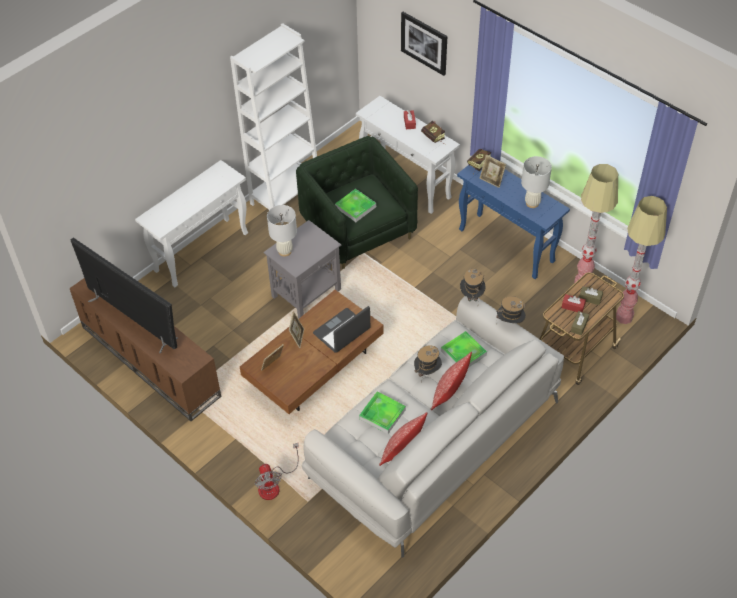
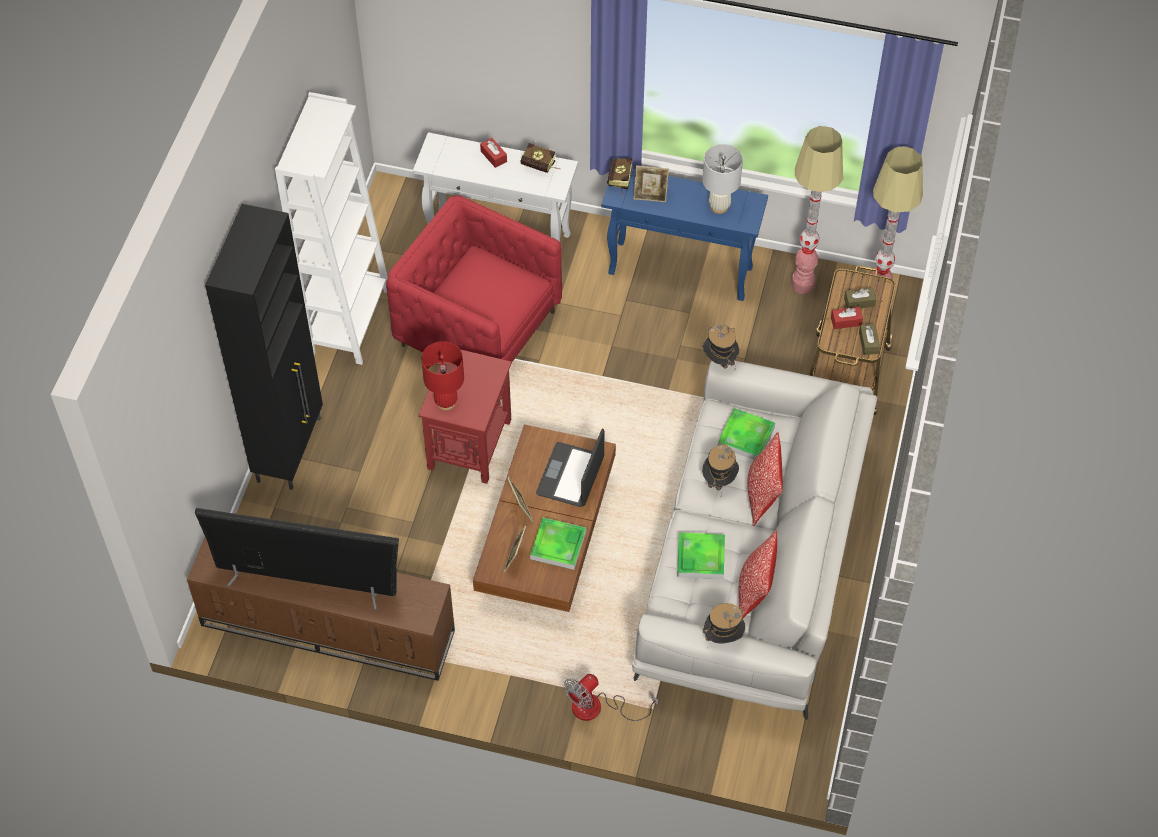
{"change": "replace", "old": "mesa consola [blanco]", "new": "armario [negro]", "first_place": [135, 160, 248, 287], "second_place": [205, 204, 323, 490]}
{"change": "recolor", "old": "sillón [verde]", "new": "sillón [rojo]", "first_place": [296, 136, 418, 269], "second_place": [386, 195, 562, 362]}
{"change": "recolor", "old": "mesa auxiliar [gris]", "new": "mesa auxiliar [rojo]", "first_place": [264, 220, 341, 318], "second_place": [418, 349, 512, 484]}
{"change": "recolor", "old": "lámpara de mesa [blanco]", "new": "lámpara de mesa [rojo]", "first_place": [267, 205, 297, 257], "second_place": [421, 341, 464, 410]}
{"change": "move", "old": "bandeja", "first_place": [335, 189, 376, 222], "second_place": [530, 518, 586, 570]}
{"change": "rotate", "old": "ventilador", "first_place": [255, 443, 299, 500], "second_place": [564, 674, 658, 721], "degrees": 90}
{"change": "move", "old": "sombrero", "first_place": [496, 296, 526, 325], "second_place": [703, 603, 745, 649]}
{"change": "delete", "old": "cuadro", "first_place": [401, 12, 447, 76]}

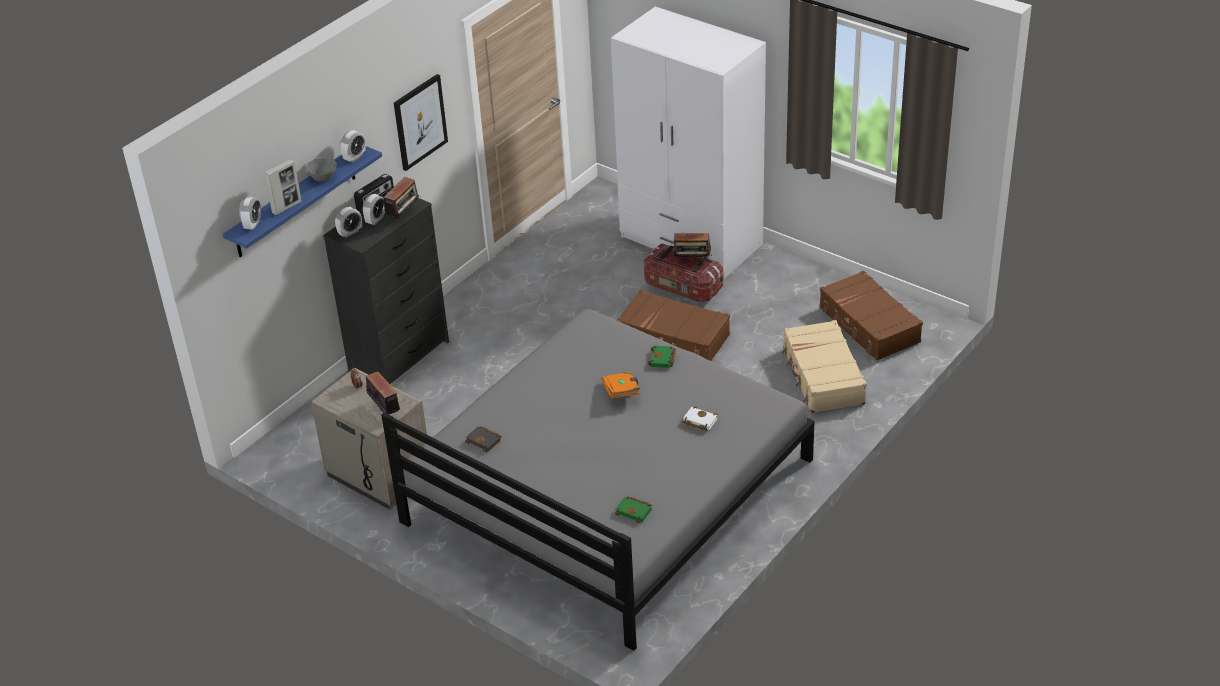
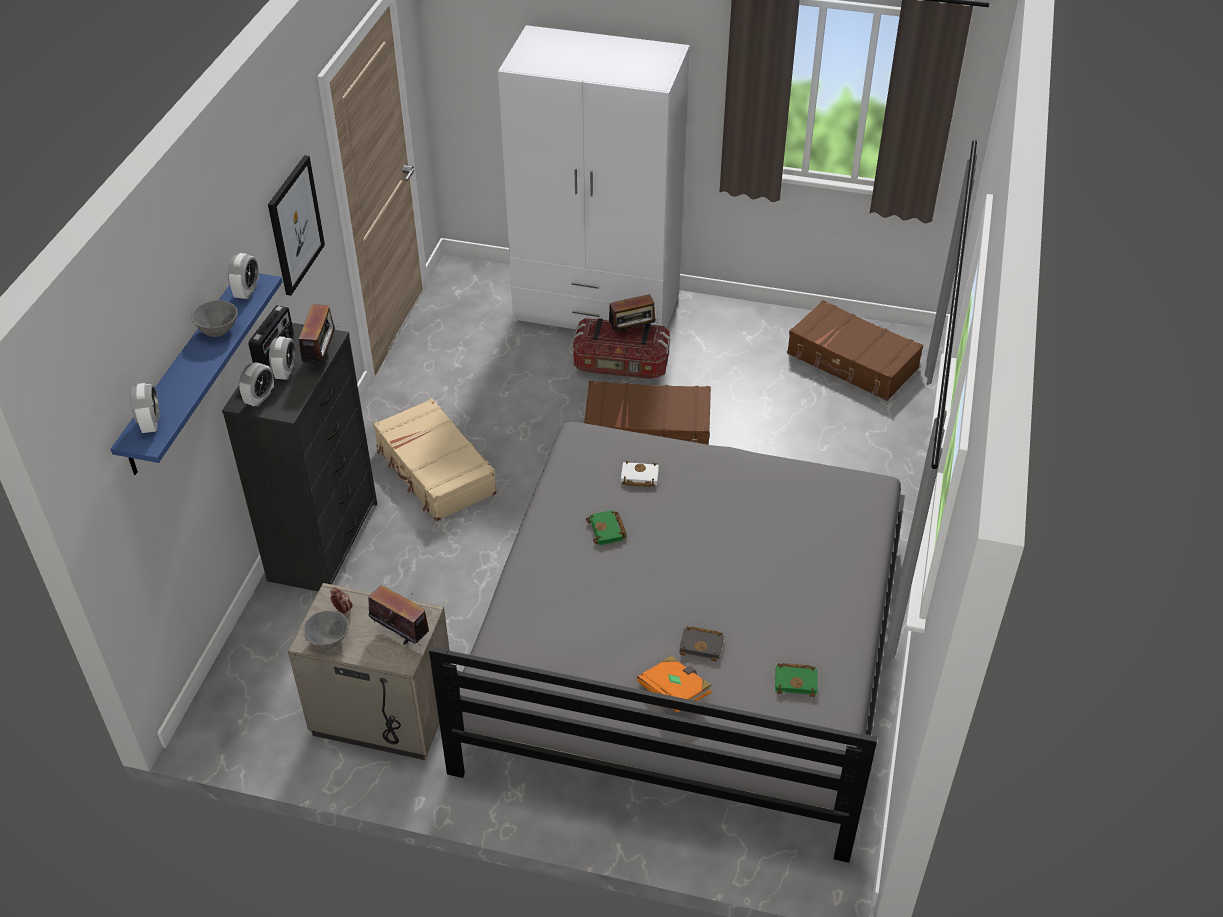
{"change": "insert", "new": "cuenco [gris]", "second_place": [303, 611, 349, 650]}
{"change": "move", "old": "maleta [beis]", "first_place": [781, 320, 867, 413], "second_place": [373, 398, 497, 521]}
{"change": "move", "old": "libro [verde]", "first_place": [648, 346, 676, 368], "second_place": [586, 510, 627, 545]}
{"change": "move", "old": "libro [blanco]", "first_place": [683, 406, 718, 431], "second_place": [621, 461, 659, 487]}
{"change": "move", "old": "libro [naranja]", "first_place": [601, 371, 640, 399], "second_place": [637, 656, 712, 713]}
{"change": "move", "old": "libro [negro]", "first_place": [465, 426, 501, 452], "second_place": [679, 626, 724, 662]}
{"change": "delete", "old": "portarretratos", "first_place": [264, 159, 302, 215]}

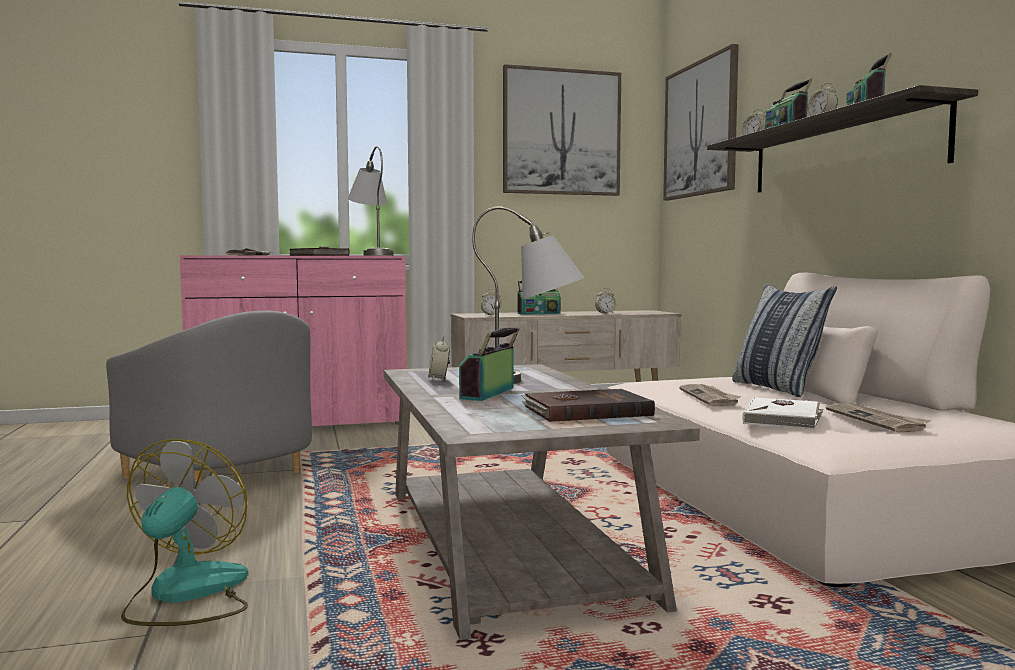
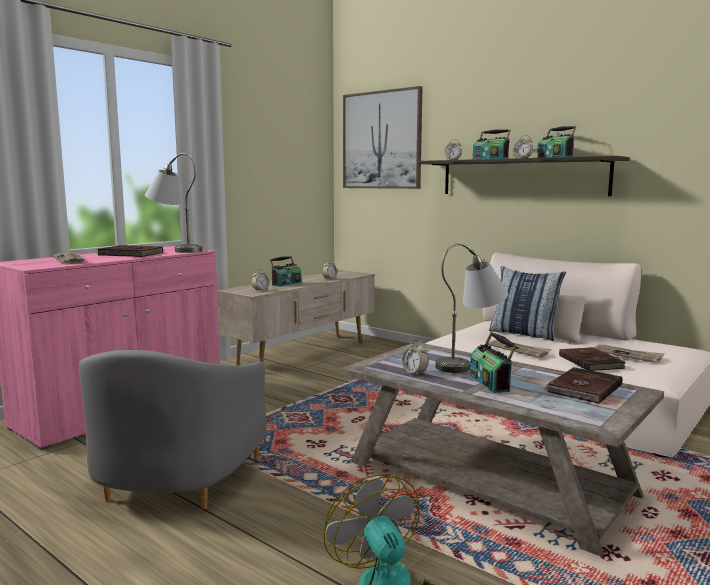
{"change": "rotate", "old": "sillón [gris]", "first_place": [106, 311, 312, 482], "second_place": [79, 350, 266, 509], "degrees": 90}
{"change": "recolor", "old": "libro [blanco]", "new": "libro [marrón]", "first_place": [742, 397, 824, 429], "second_place": [559, 347, 625, 371]}
{"change": "delete", "old": "cuadro", "first_place": [503, 64, 621, 196]}

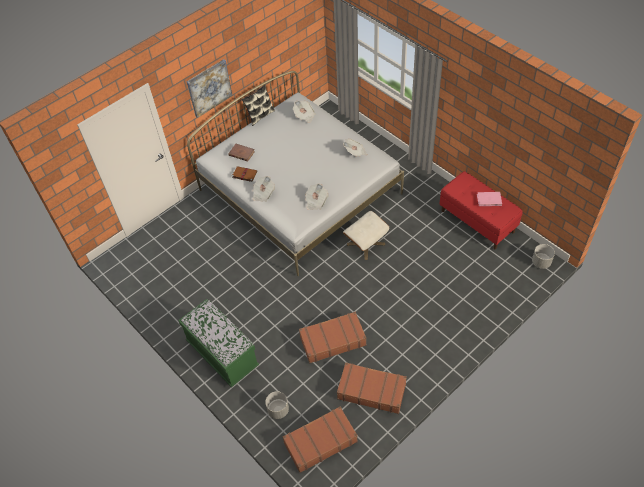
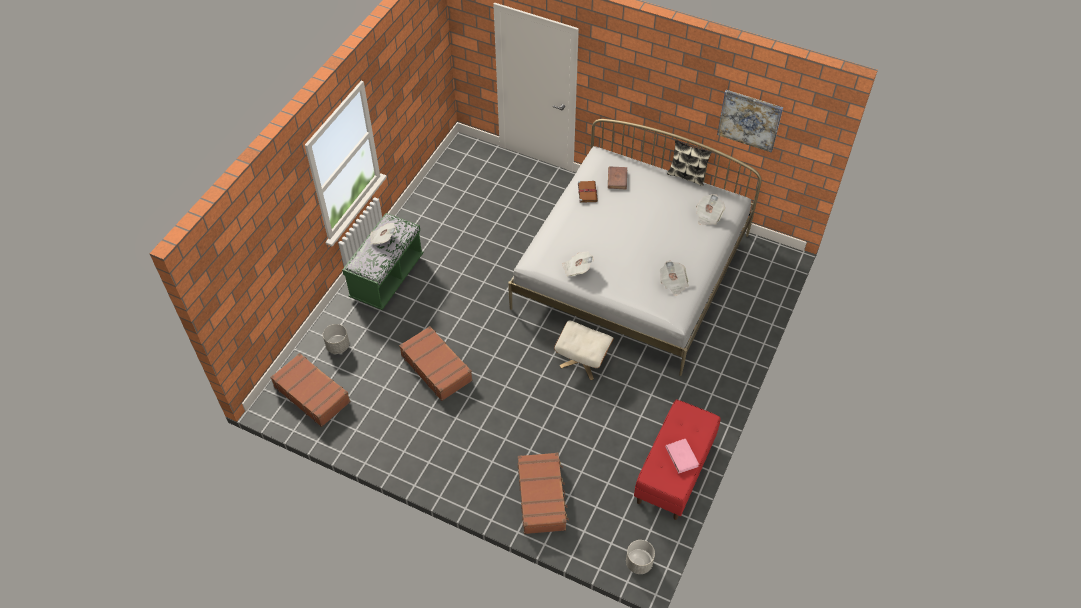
{"change": "move", "old": "periódico", "first_place": [253, 176, 275, 202], "second_place": [370, 223, 396, 245]}
{"change": "move", "old": "maleta [marrón]", "first_place": [337, 362, 407, 414], "second_place": [518, 453, 569, 534]}
{"change": "move", "old": "cuadro", "first_place": [187, 59, 233, 118], "second_place": [717, 90, 783, 153]}

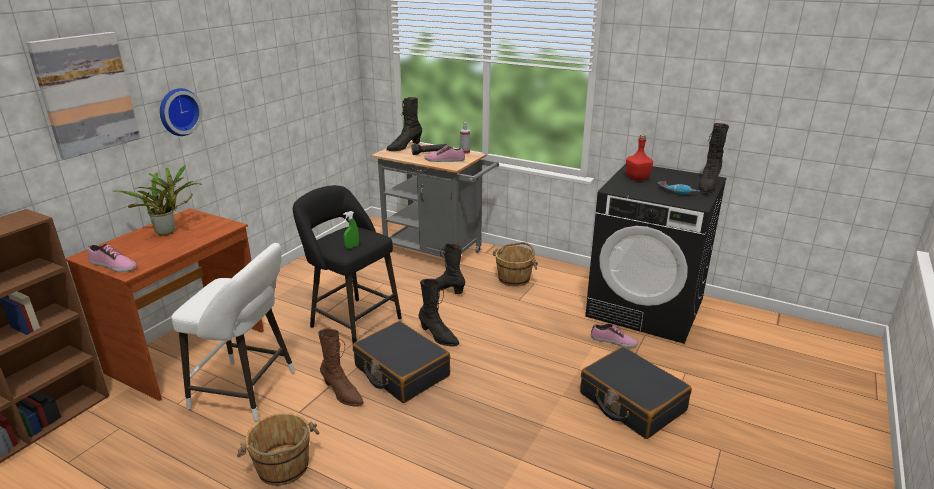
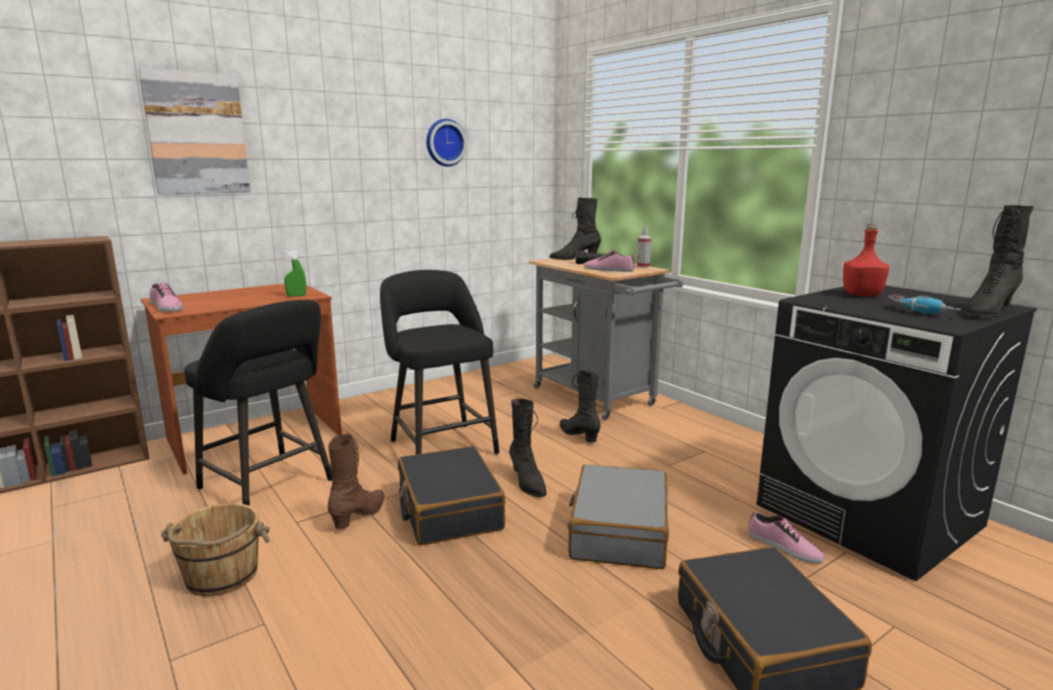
{"change": "recolor", "old": "taburete [blanco]", "new": "taburete [negro]", "first_place": [171, 243, 295, 421], "second_place": [184, 300, 332, 506]}
{"change": "move", "old": "pulverizador [verde]", "first_place": [343, 211, 359, 249], "second_place": [284, 250, 306, 296]}
{"change": "rotate", "old": "bota [marrón]", "first_place": [318, 328, 364, 407], "second_place": [328, 433, 385, 530], "degrees": -135}
{"change": "move", "old": "reloj de pared", "first_place": [160, 88, 203, 136], "second_place": [426, 119, 467, 167]}
{"change": "insert", "new": "maleta [gris]", "second_place": [568, 464, 669, 569]}
{"change": "delete", "old": "planta en maceta", "first_place": [117, 165, 202, 236]}
{"change": "delete", "old": "cubo [marrón]", "first_place": [493, 242, 538, 287]}

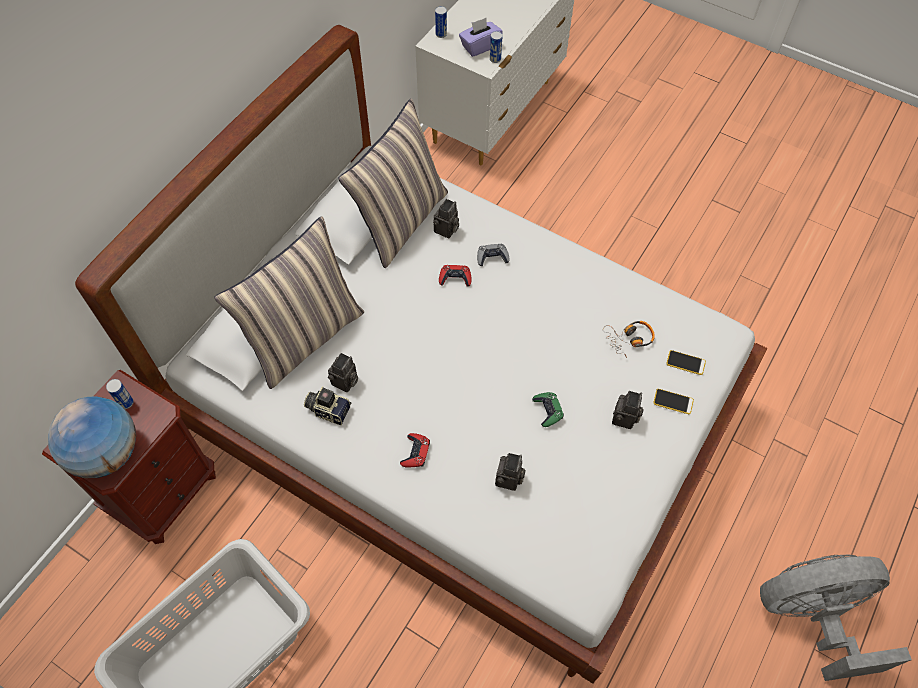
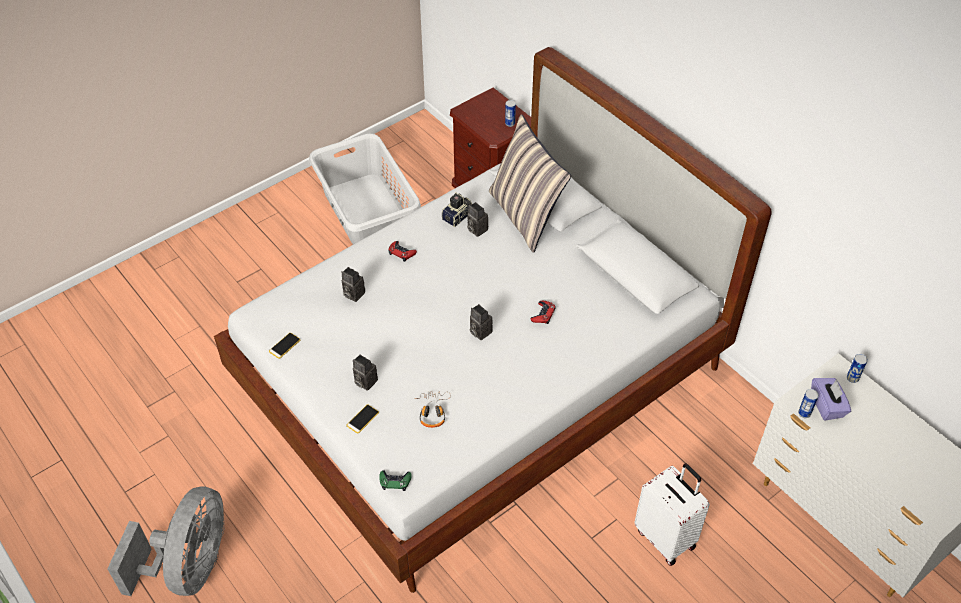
{"change": "move", "old": "móvil", "first_place": [666, 350, 706, 375], "second_place": [269, 333, 300, 359]}
{"change": "move", "old": "mando de consola [verde]", "first_place": [532, 392, 564, 427], "second_place": [379, 470, 412, 491]}
{"change": "move", "old": "cámara", "first_place": [433, 199, 459, 238], "second_place": [470, 304, 493, 340]}
{"change": "insert", "new": "maleta [blanco]", "second_place": [634, 464, 710, 566]}
{"change": "delete", "old": "globo terráqueo", "first_place": [48, 397, 136, 478]}
{"change": "delete", "old": "cojín", "first_place": [338, 99, 448, 268]}
{"change": "delete", "old": "mando de consola [gris]", "first_place": [477, 244, 510, 266]}

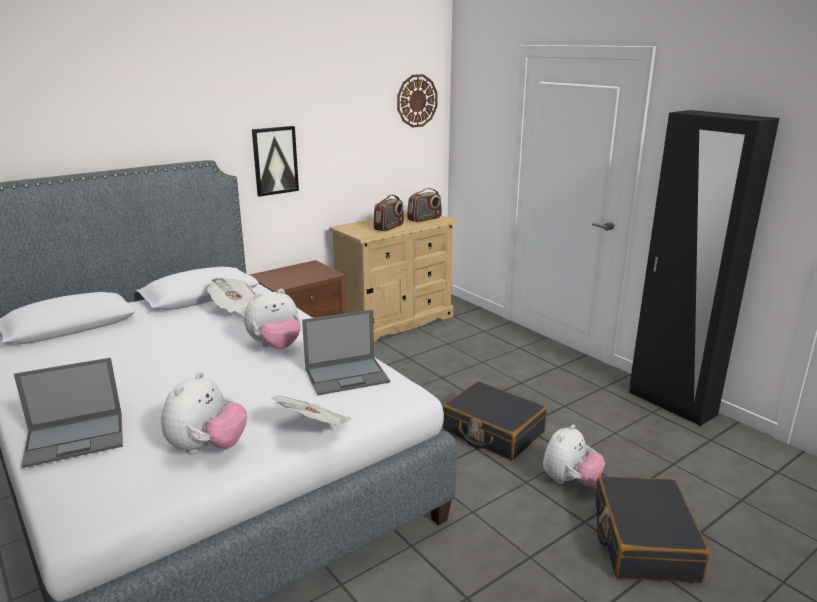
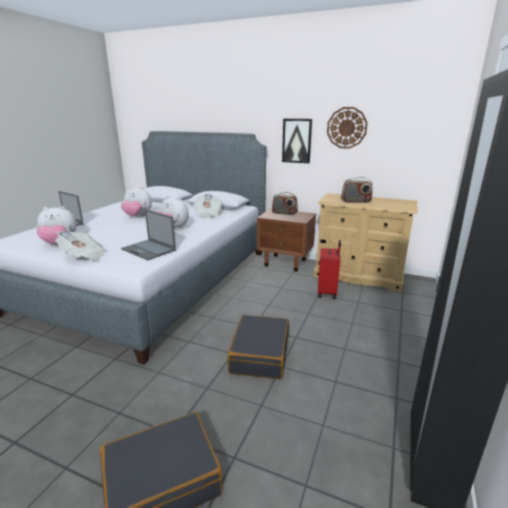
{"change": "move", "old": "peluche", "first_place": [543, 424, 605, 486], "second_place": [121, 186, 152, 216]}
{"change": "move", "old": "radio", "first_place": [407, 188, 442, 222], "second_place": [272, 192, 298, 215]}
{"change": "insert", "new": "maleta [rojo]", "second_place": [318, 240, 341, 299]}
{"change": "move", "old": "reloj de pared", "first_place": [397, 74, 438, 128], "second_place": [327, 107, 367, 149]}

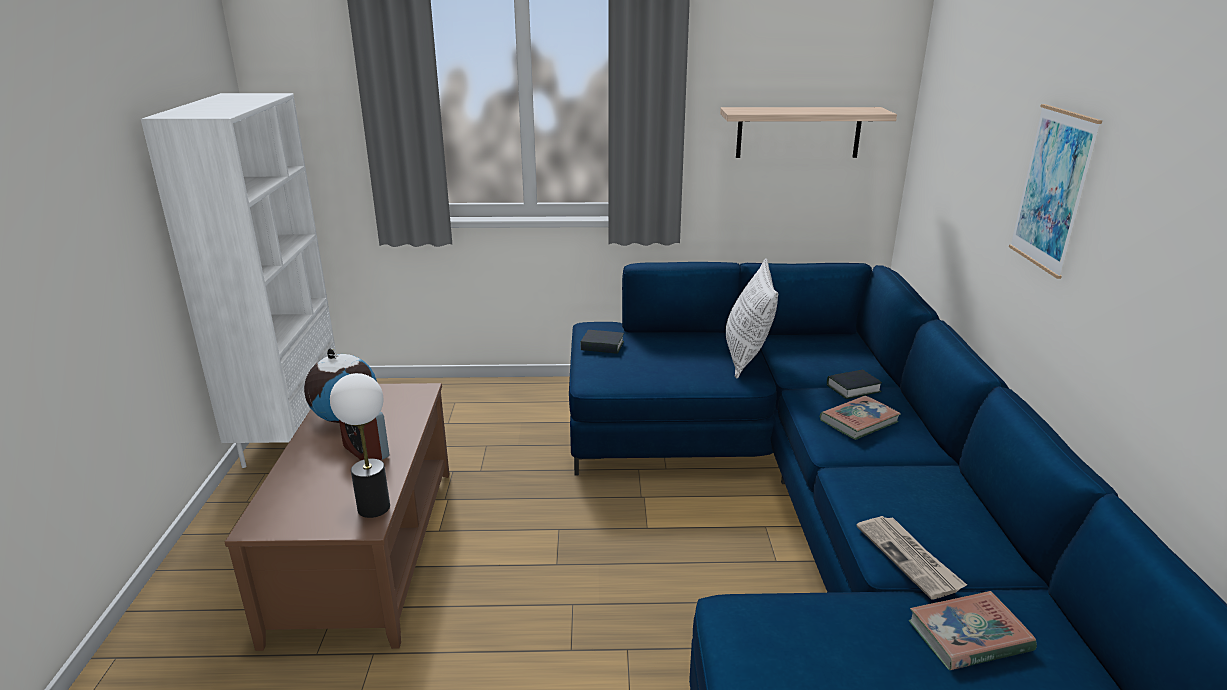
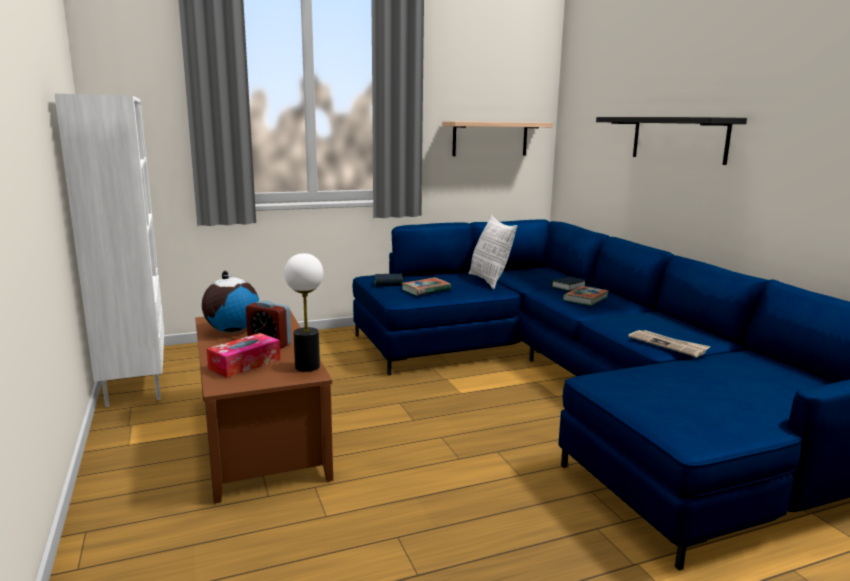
{"change": "insert", "new": "caja de pañuelos", "second_place": [206, 333, 281, 378]}
{"change": "move", "old": "libro", "first_place": [909, 591, 1037, 670], "second_place": [401, 277, 451, 296]}
{"change": "replace", "old": "cuadro", "new": "estante [negro]", "first_place": [1009, 104, 1102, 279], "second_place": [596, 117, 747, 165]}

